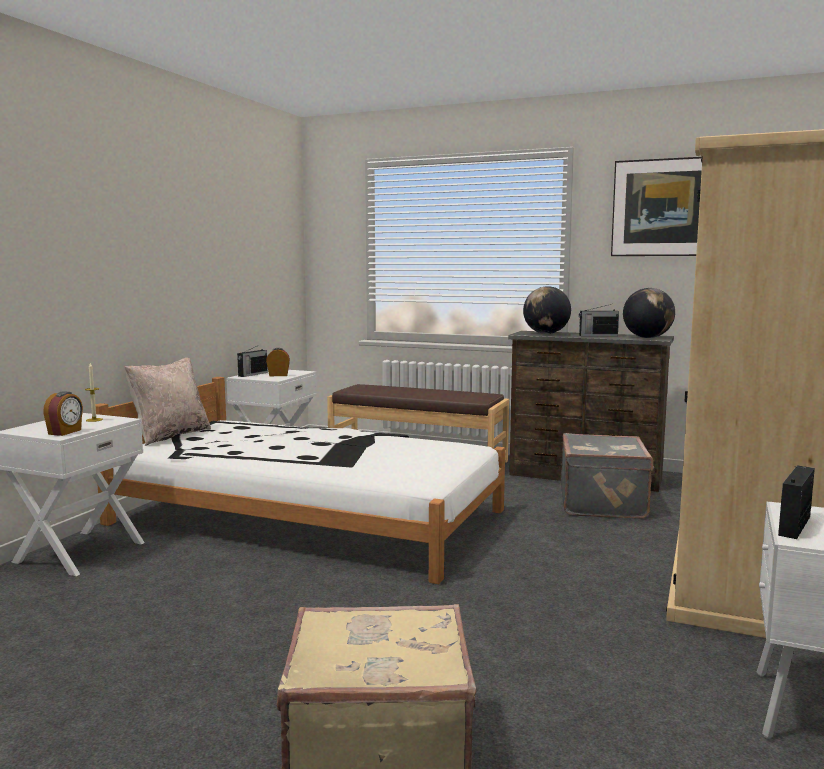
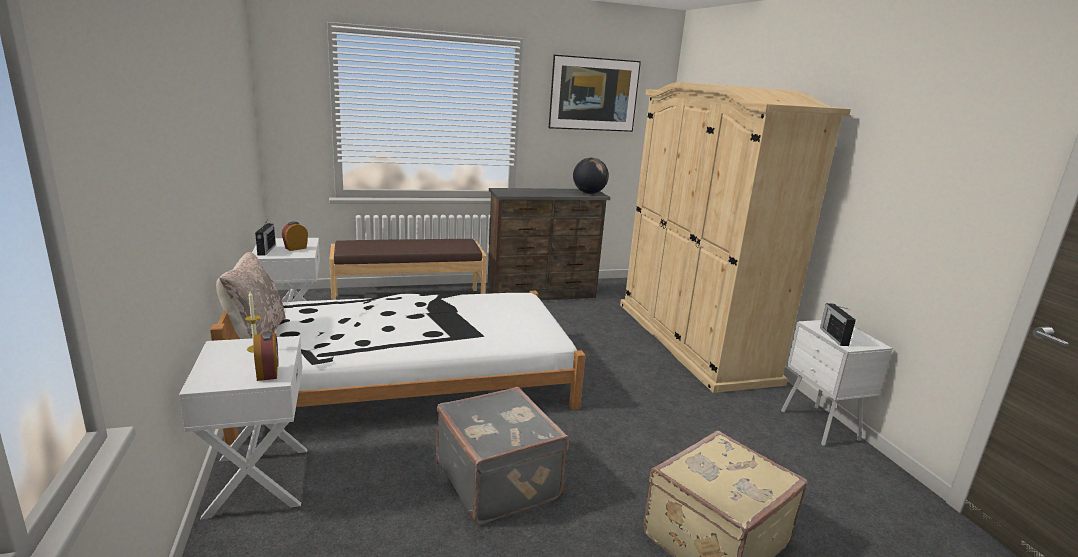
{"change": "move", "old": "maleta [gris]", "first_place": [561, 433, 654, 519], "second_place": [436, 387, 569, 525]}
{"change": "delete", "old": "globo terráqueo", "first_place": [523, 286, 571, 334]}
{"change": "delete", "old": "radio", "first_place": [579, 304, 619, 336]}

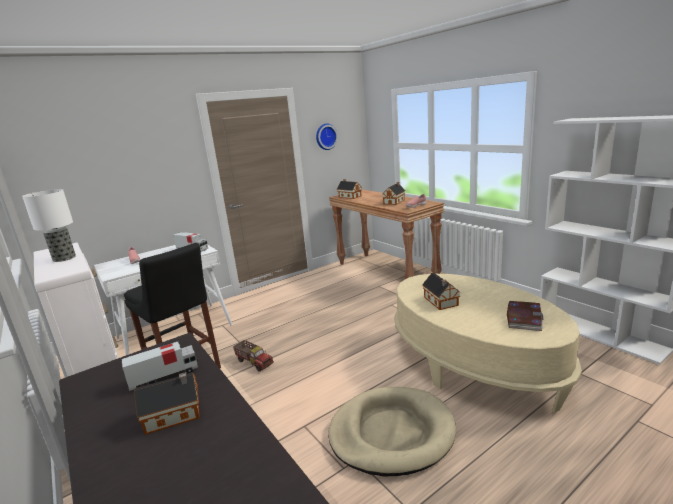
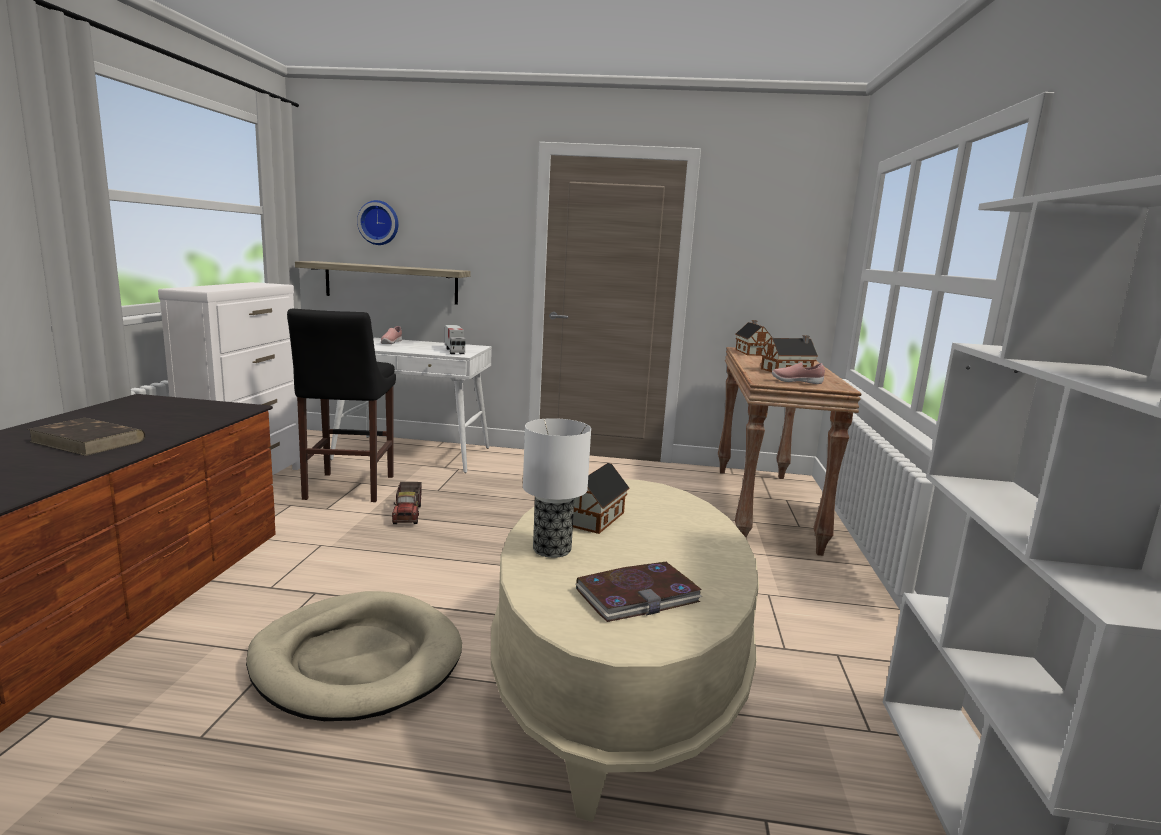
{"change": "replace", "old": "casita", "new": "libro [marrón]", "first_place": [134, 372, 200, 435], "second_place": [28, 418, 145, 456]}
{"change": "insert", "new": "estante", "second_place": [295, 261, 471, 305]}
{"change": "move", "old": "reloj de pared", "first_place": [316, 123, 338, 150], "second_place": [357, 200, 399, 245]}
{"change": "move", "old": "lámpara de mesa", "first_place": [22, 189, 76, 262], "second_place": [523, 418, 591, 558]}
{"change": "delete", "old": "camión de juguete", "first_place": [122, 342, 198, 391]}

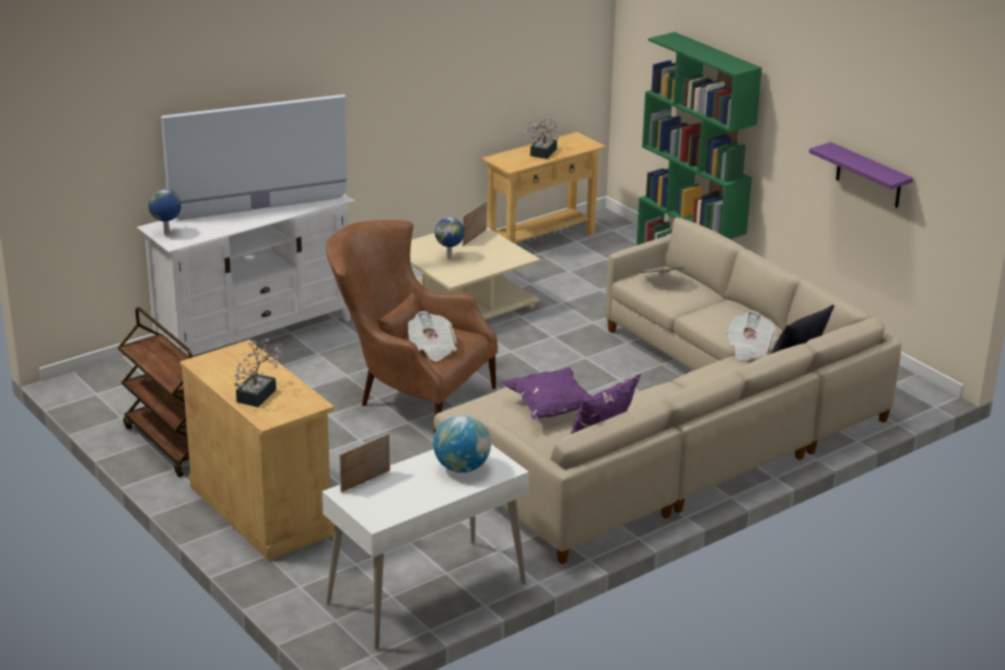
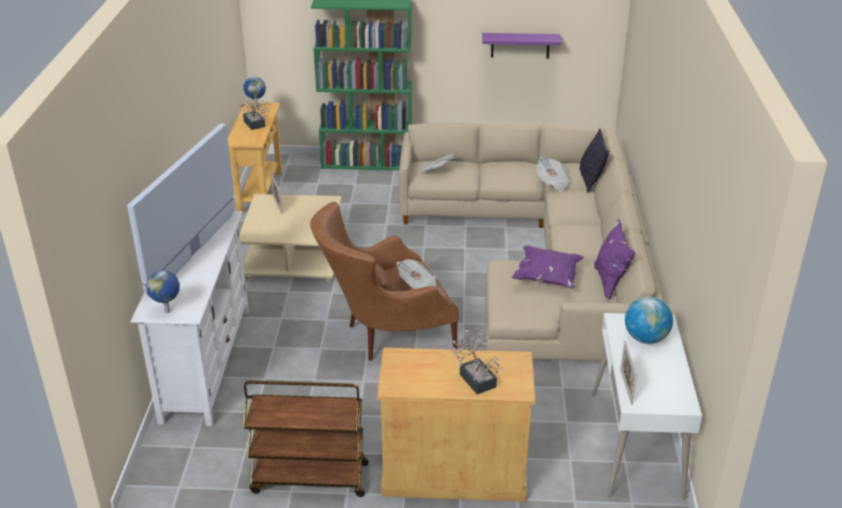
{"change": "move", "old": "globo terráqueo", "first_place": [435, 217, 464, 259], "second_place": [243, 77, 266, 108]}

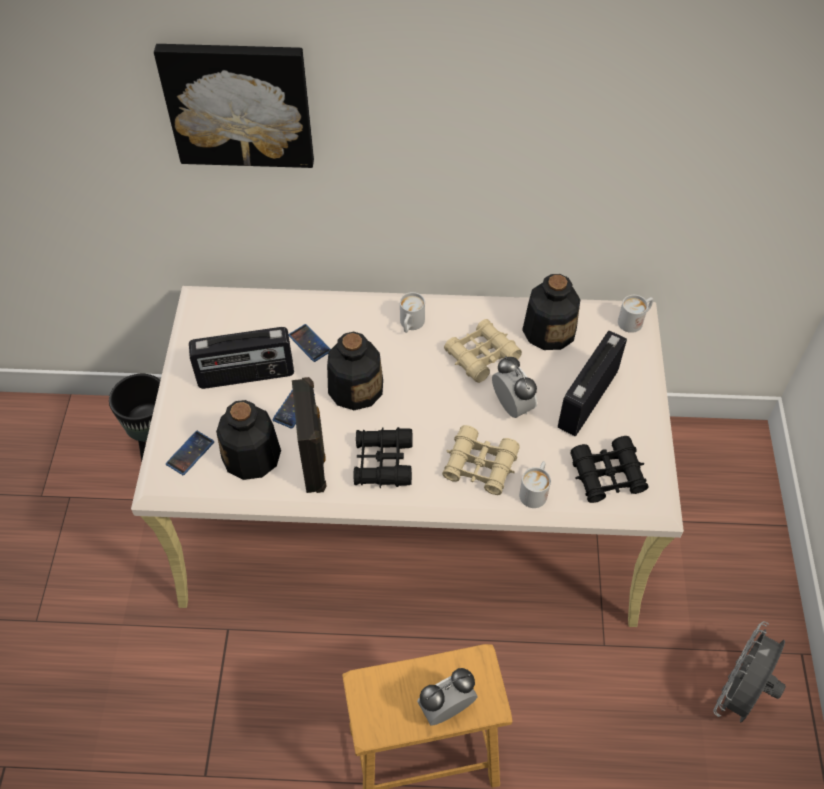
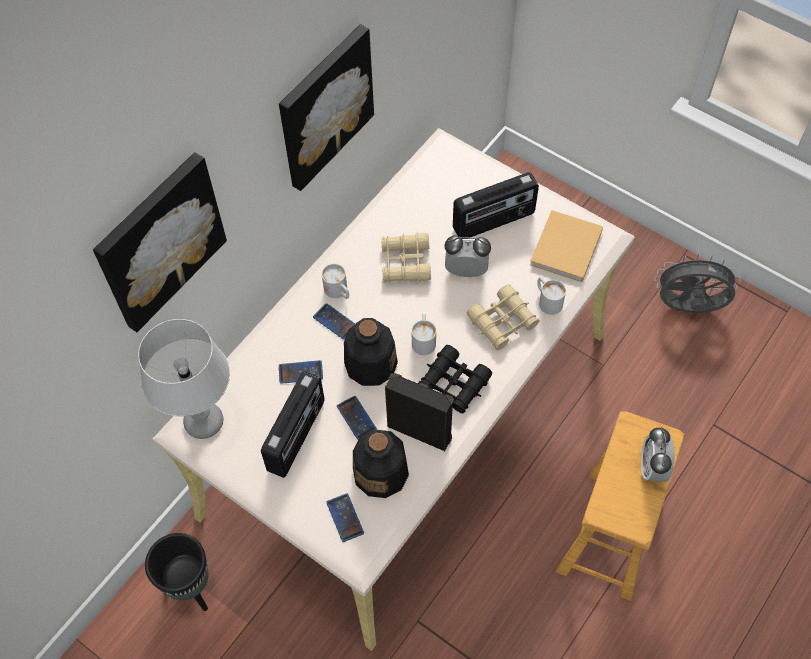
{"change": "insert", "new": "lámpara de mesa [gris]", "second_place": [138, 319, 230, 439]}
{"change": "insert", "new": "cuadro", "second_place": [279, 24, 374, 191]}
{"change": "insert", "new": "móvil", "second_place": [313, 303, 356, 340]}
{"change": "move", "old": "taza grande [blanco]", "first_place": [618, 295, 653, 333], "second_place": [412, 313, 436, 355]}
{"change": "rotate", "old": "radio", "first_place": [558, 331, 627, 436], "second_place": [453, 172, 539, 239], "degrees": -90}
{"change": "replace", "old": "prismáticos [negro]", "new": "libro [beis]", "first_place": [571, 436, 649, 503], "second_place": [530, 210, 603, 282]}
{"change": "rotate", "old": "ventilador [gris]", "first_place": [713, 621, 786, 722], "second_place": [655, 254, 741, 313], "degrees": 120}
{"change": "delete", "old": "botella", "first_place": [522, 274, 580, 350]}

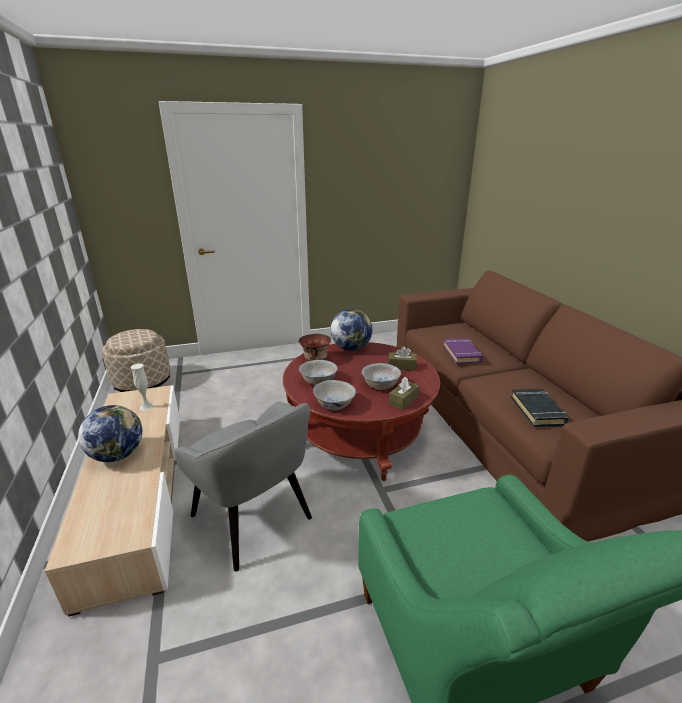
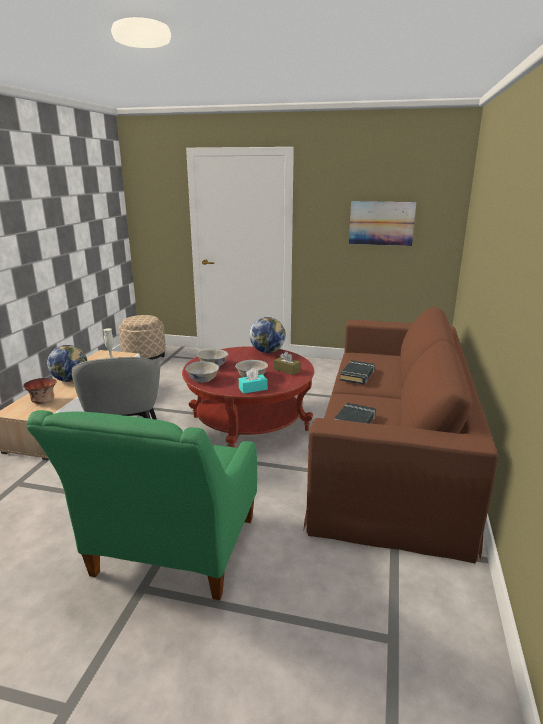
{"change": "move", "old": "cuenco", "first_place": [298, 334, 331, 361], "second_place": [23, 378, 57, 404]}
{"change": "recolor", "old": "caja de pañuelos [marrón]", "new": "caja de pañuelos [turquesa]", "first_place": [389, 377, 420, 410], "second_place": [239, 368, 268, 394]}
{"change": "recolor", "old": "libro [morado]", "new": "libro [negro]", "first_place": [443, 338, 483, 364], "second_place": [340, 360, 375, 384]}
{"change": "insert", "new": "cuadro", "second_place": [349, 201, 416, 246]}

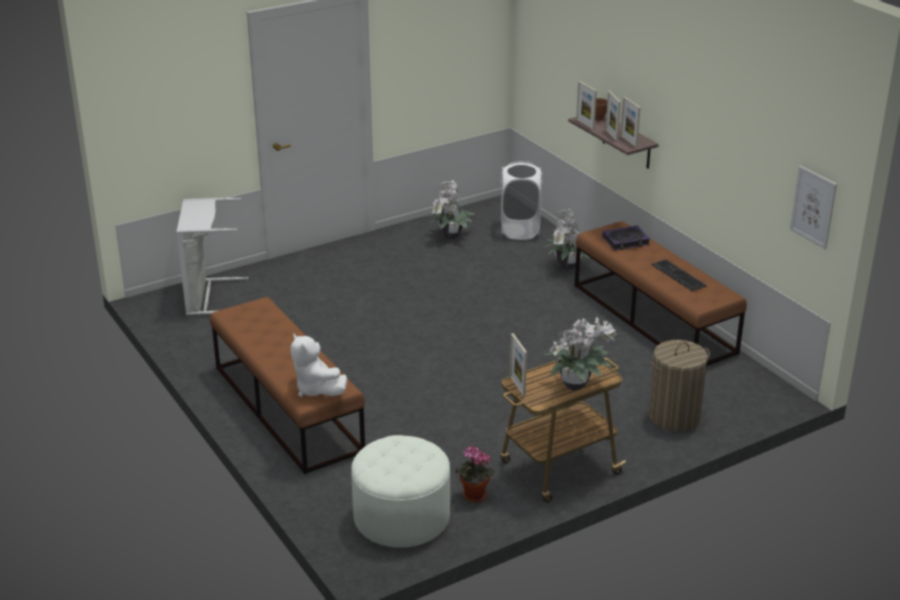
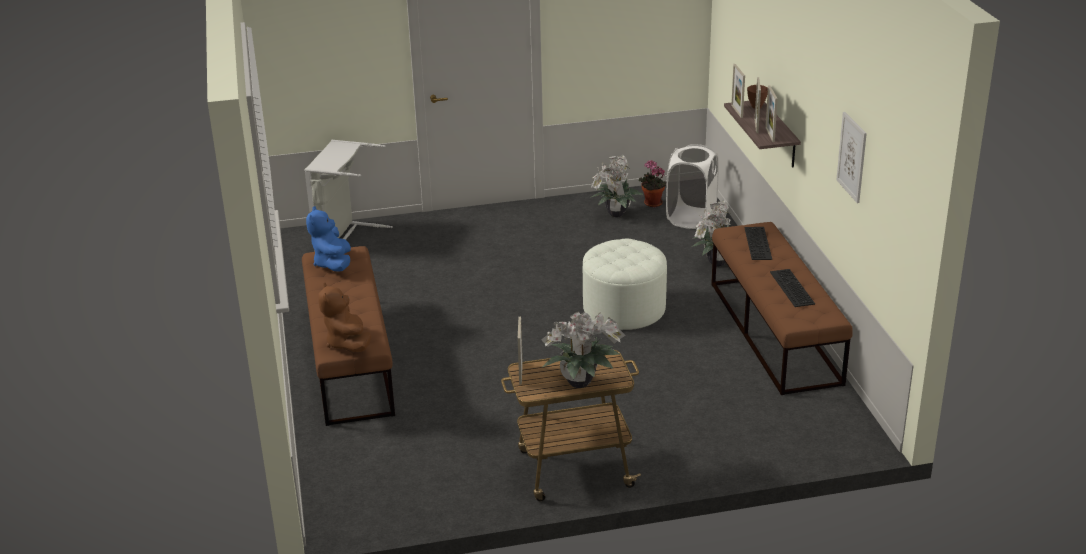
{"change": "insert", "new": "peluche [azul]", "second_place": [306, 206, 351, 272]}
{"change": "recolor", "old": "peluche [blanco]", "new": "peluche [marrón]", "first_place": [291, 334, 347, 397], "second_place": [318, 283, 371, 352]}
{"change": "move", "old": "puf [blanco]", "first_place": [351, 435, 450, 548], "second_place": [583, 239, 667, 330]}
{"change": "move", "old": "planta en maceta", "first_place": [456, 446, 495, 503], "second_place": [639, 160, 667, 207]}
{"change": "replace", "old": "libro", "new": "teclado", "first_place": [602, 226, 650, 250], "second_place": [744, 227, 772, 260]}
{"change": "move", "old": "cuadro", "first_place": [790, 166, 837, 249], "second_place": [836, 112, 867, 203]}
{"change": "delete", "old": "cesto de la ropa", "first_place": [649, 340, 710, 431]}

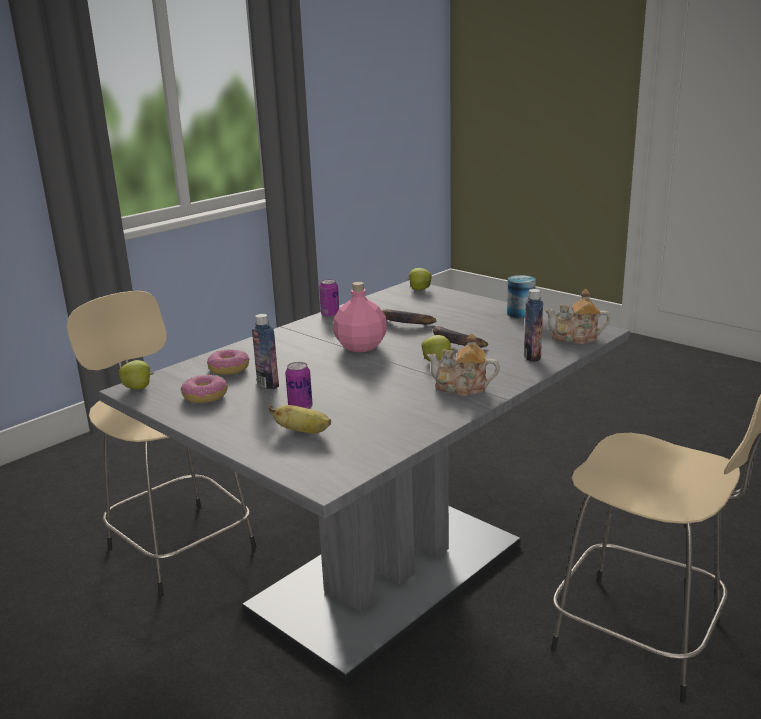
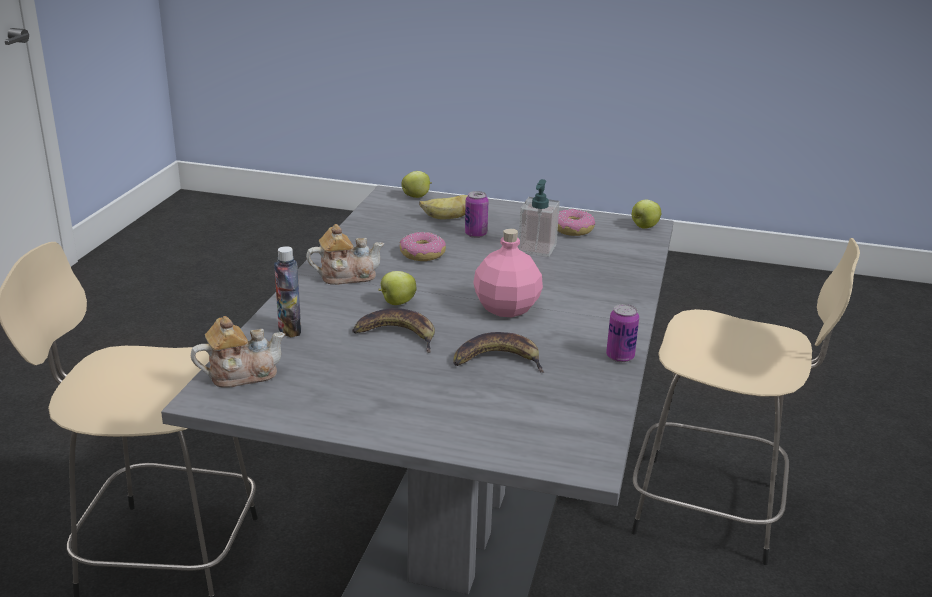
{"change": "move", "old": "rosquilla", "first_place": [207, 349, 250, 375], "second_place": [400, 232, 446, 261]}
{"change": "move", "old": "manzana", "first_place": [406, 268, 432, 290], "second_place": [401, 171, 432, 198]}
{"change": "replace", "old": "botella", "new": "dispensador de jabón", "first_place": [252, 314, 279, 389], "second_place": [518, 179, 560, 257]}
{"change": "delete", "old": "lata", "first_place": [507, 275, 536, 319]}

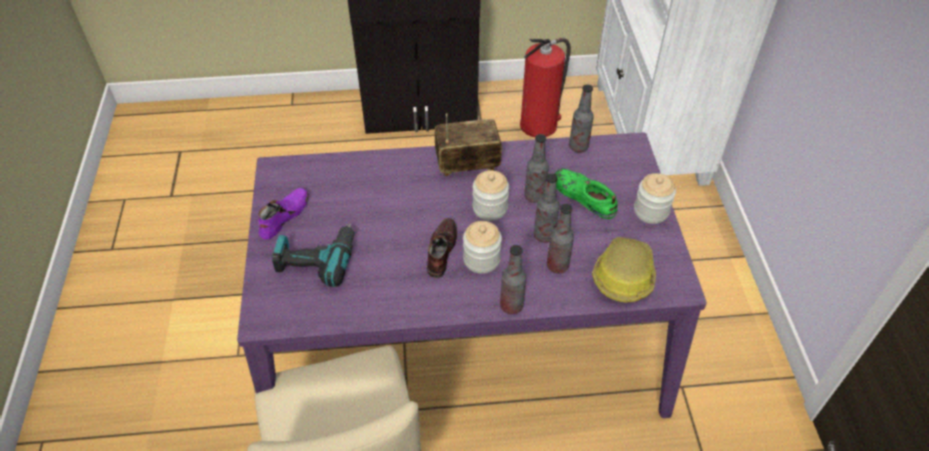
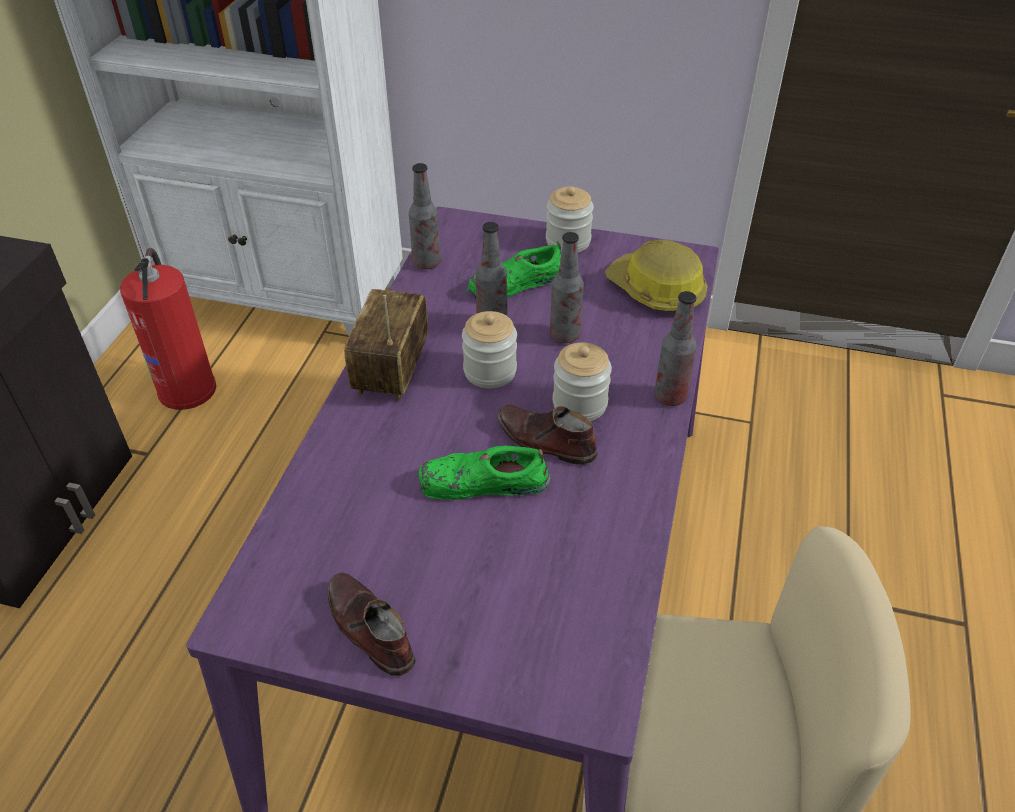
{"change": "recolor", "old": "zapato [morado]", "new": "zapato [marrón]", "first_place": [258, 188, 309, 240], "second_place": [327, 572, 416, 676]}
{"change": "insert", "new": "zapato [verde]", "second_place": [418, 445, 550, 500]}
{"change": "delete", "old": "taladro", "first_place": [272, 223, 355, 287]}
{"change": "delete", "old": "botella", "first_place": [547, 204, 574, 273]}

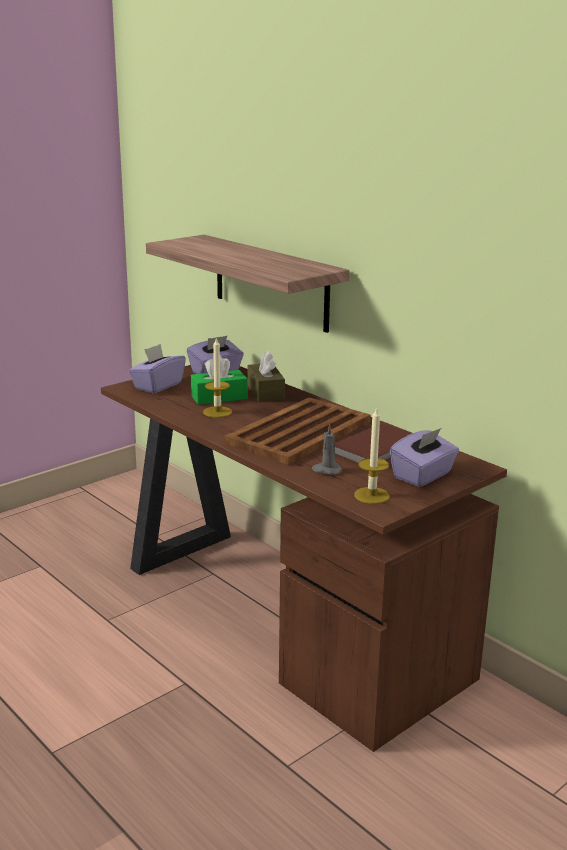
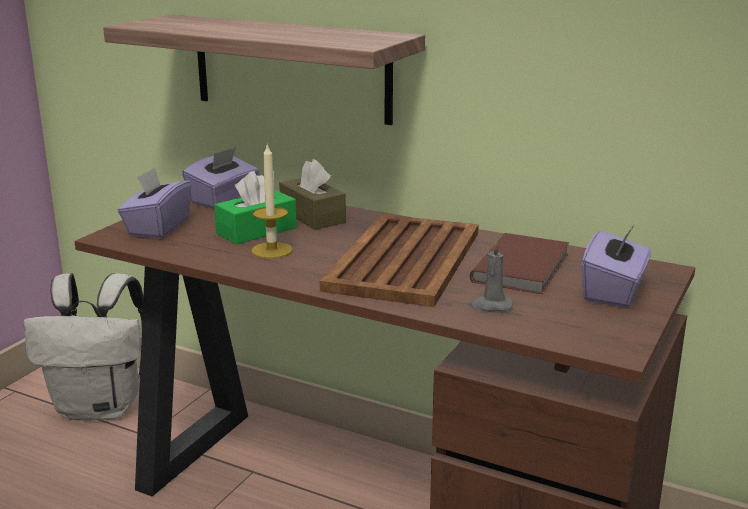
{"change": "insert", "new": "mochila [blanco]", "second_place": [24, 273, 143, 420]}
{"change": "delete", "old": "vela", "first_place": [354, 406, 390, 504]}

